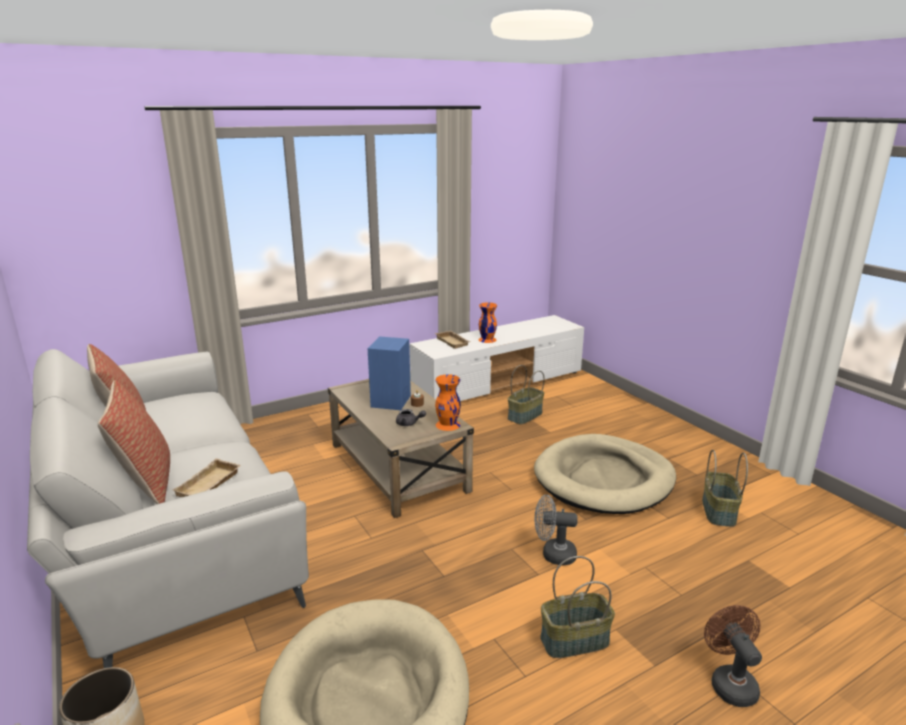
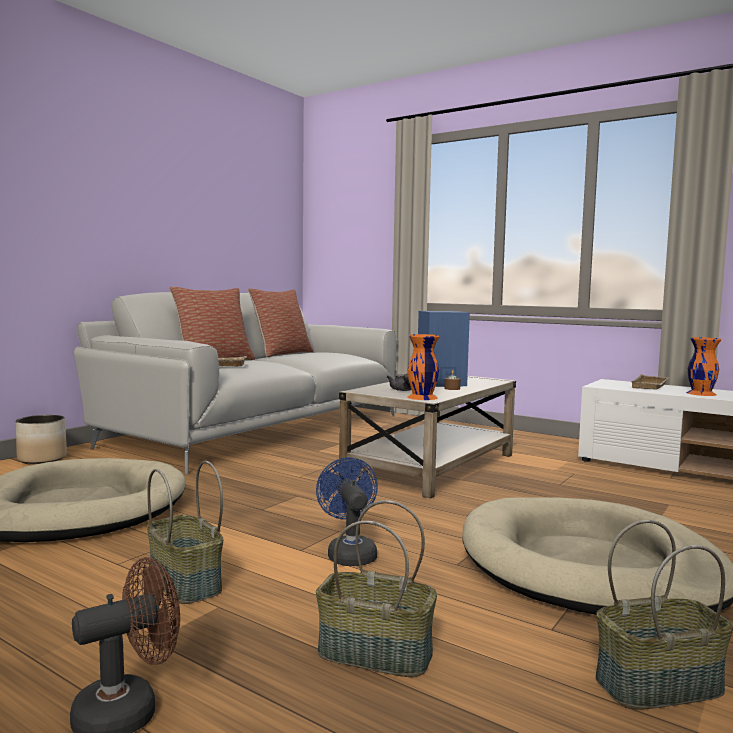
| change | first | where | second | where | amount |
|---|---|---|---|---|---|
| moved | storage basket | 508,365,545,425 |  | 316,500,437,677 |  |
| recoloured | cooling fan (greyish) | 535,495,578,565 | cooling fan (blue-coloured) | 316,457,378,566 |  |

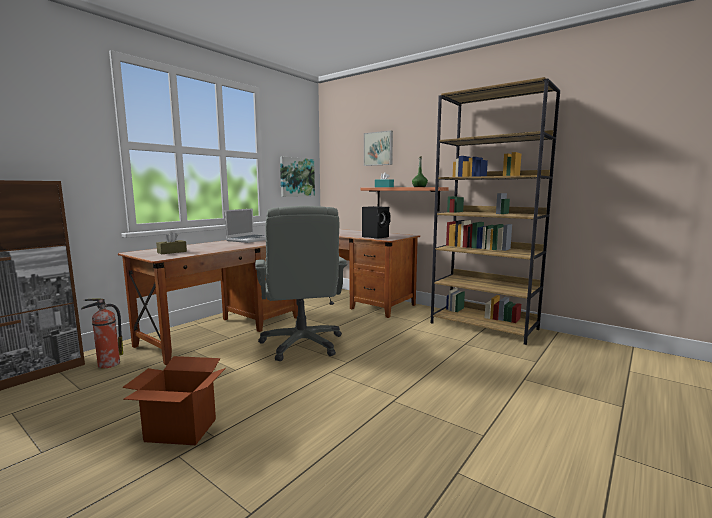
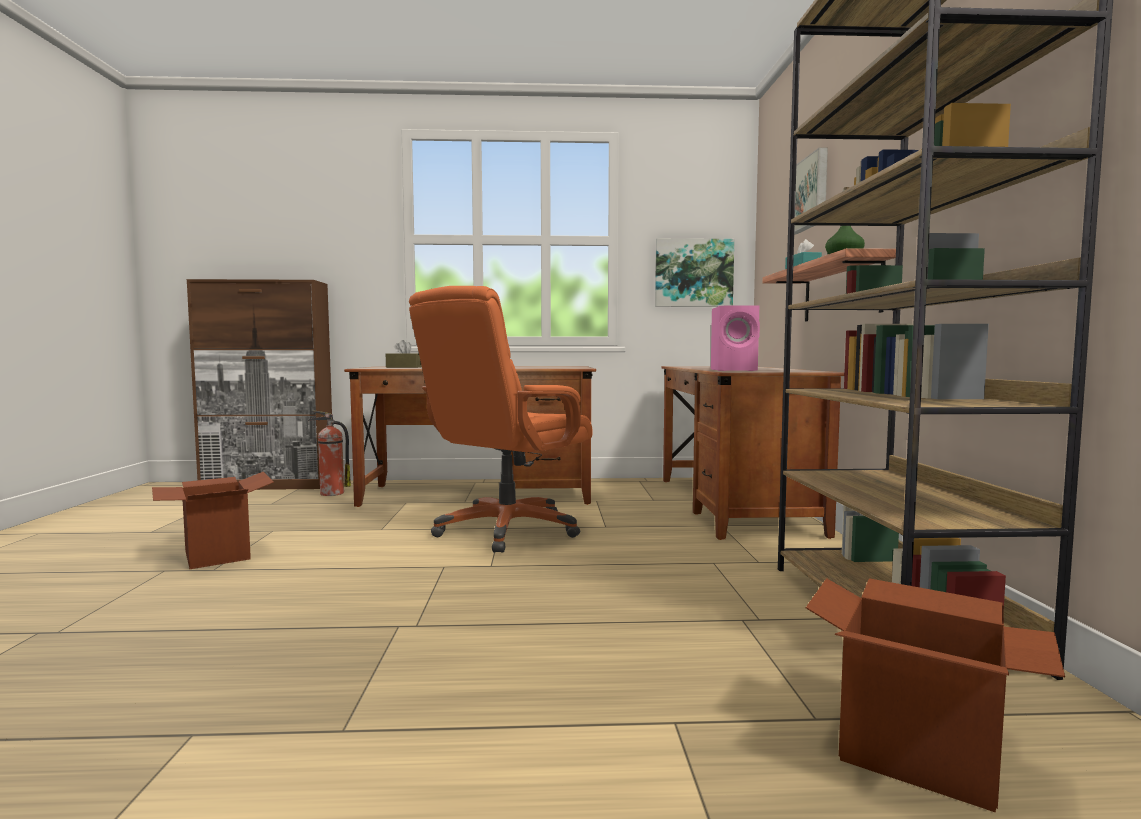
| change | first | where | second | where | amount |
|---|---|---|---|---|---|
| removed | portable computer | 225,209,266,243 |  |  |  |
| added |  |  | carton | 806,578,1065,813 |  |
| recoloured | computer chair (greyish) | 255,206,347,361 | computer chair (orangey) | 409,286,593,552 |  |
| recoloured | speaker (blackish) | 362,206,390,239 | speaker (pinkish) | 711,305,760,371 |  |

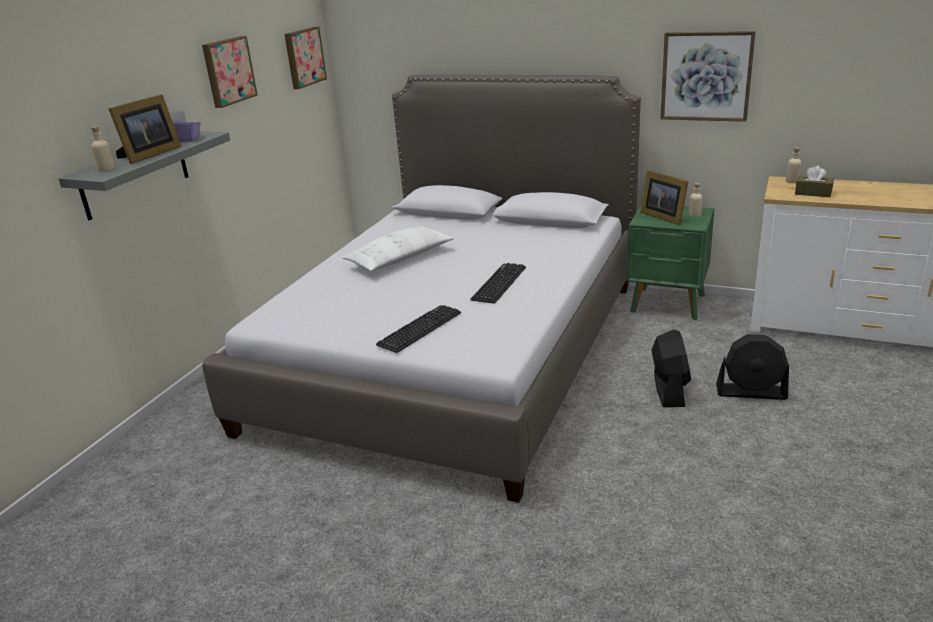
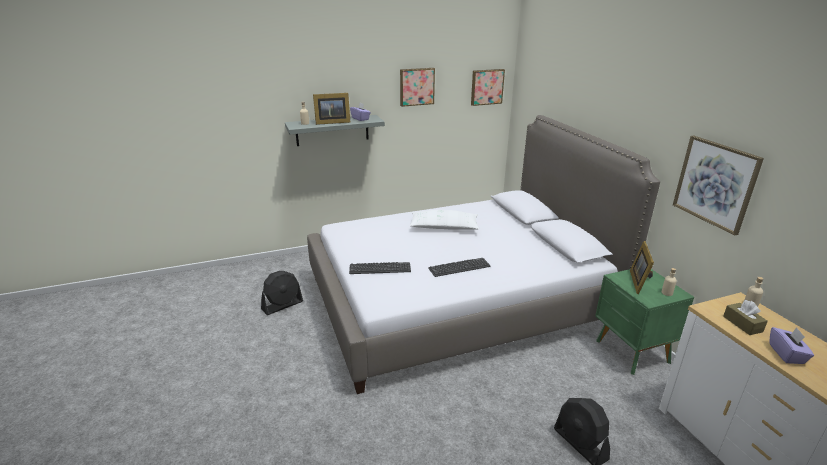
| change | first | where | second | where | amount |
|---|---|---|---|---|---|
| added |  |  | tissue holder (purple) | 769,327,814,364 |  |
| moved | cooling fan (blackish) | 651,329,691,407 |  | 261,271,303,315 |  |

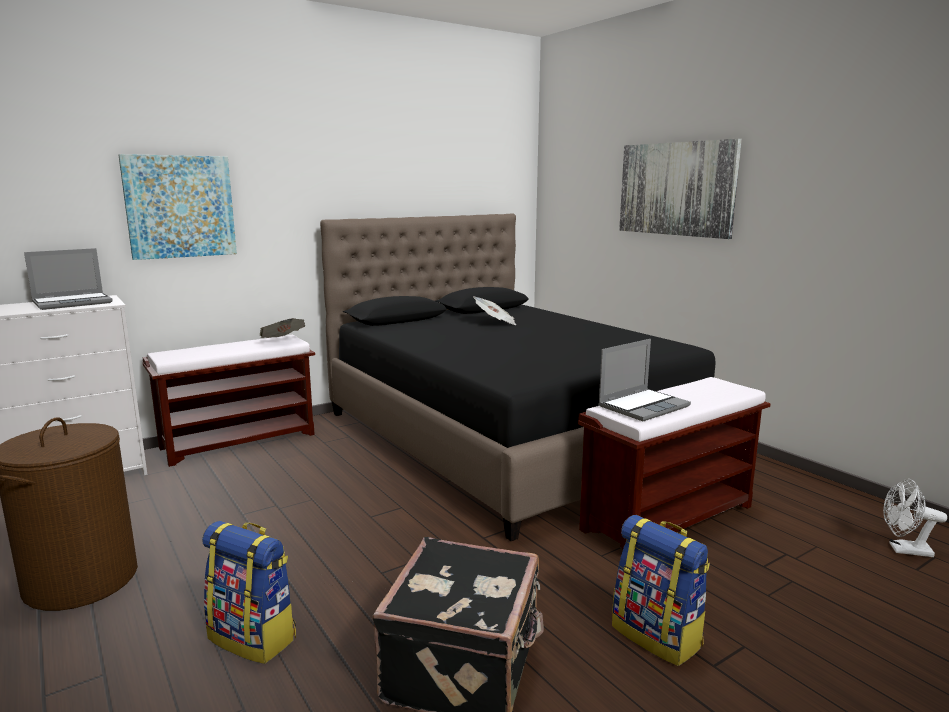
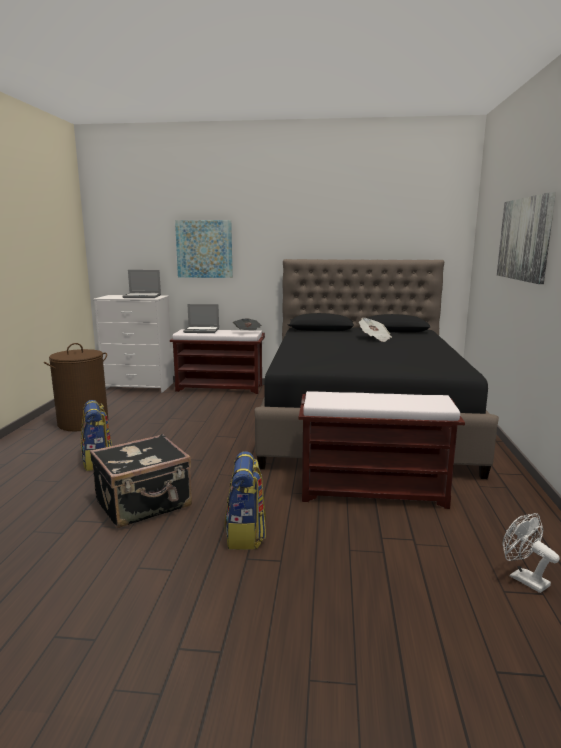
| change | first | where | second | where | amount |
|---|---|---|---|---|---|
| moved | portable computer | 598,339,691,421 |  | 183,304,219,333 |  |

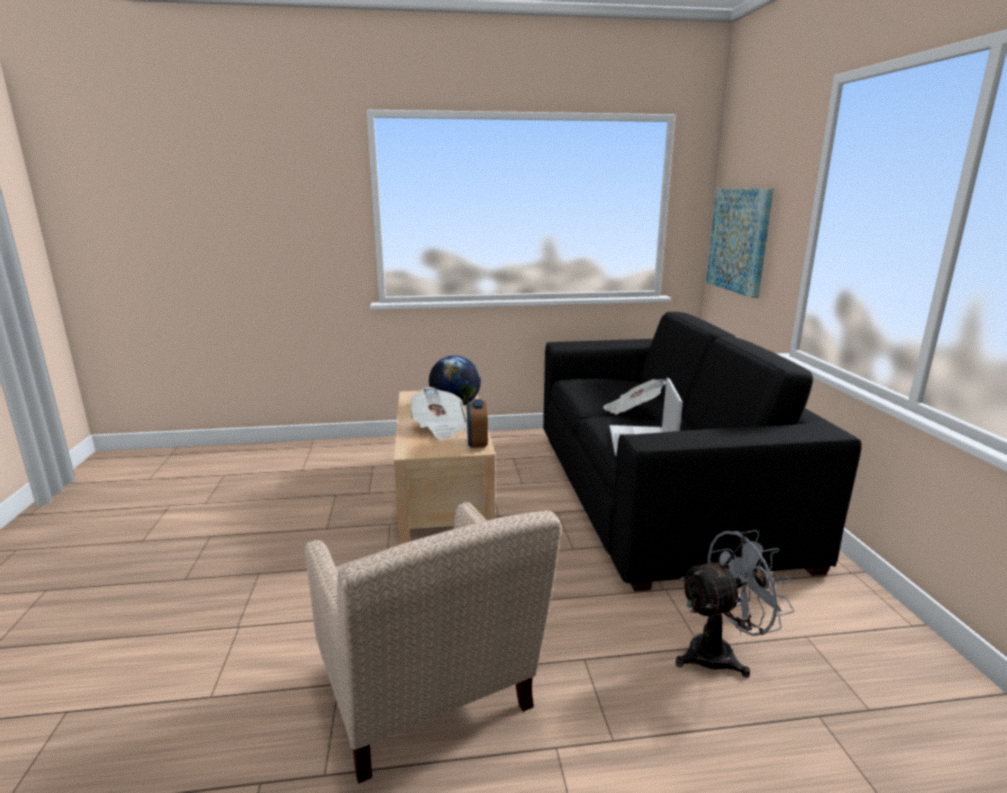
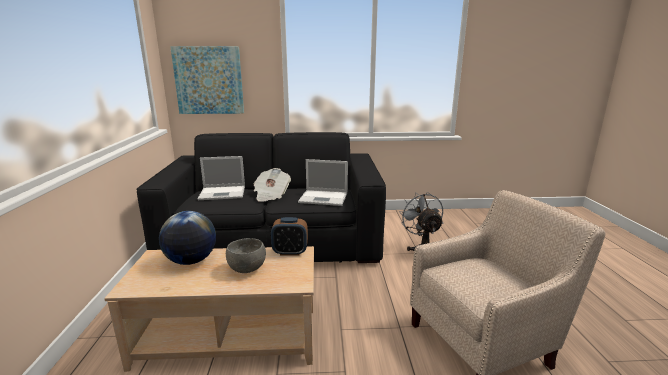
| change | first | where | second | where | amount |
|---|---|---|---|---|---|
| added |  |  | portable computer | 198,156,245,200 |  |
| replaced | daily paper | 410,387,467,440 | serving bowl (greyish) | 226,238,266,273 |  |

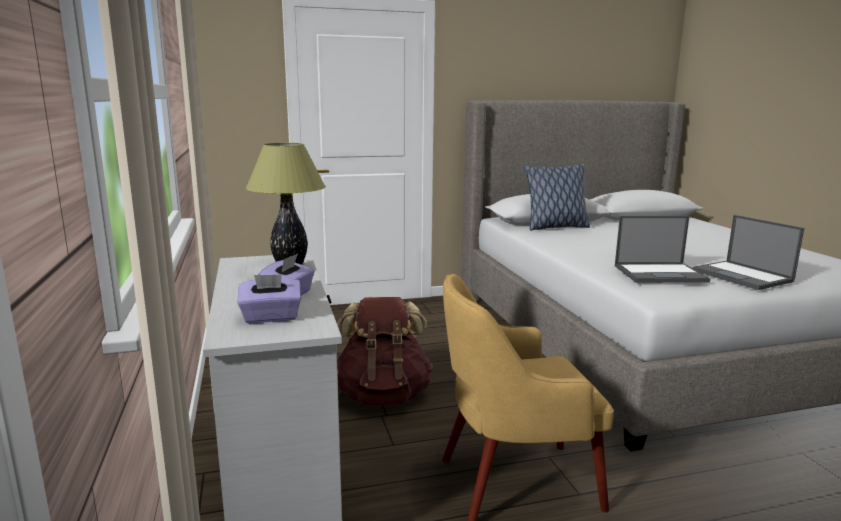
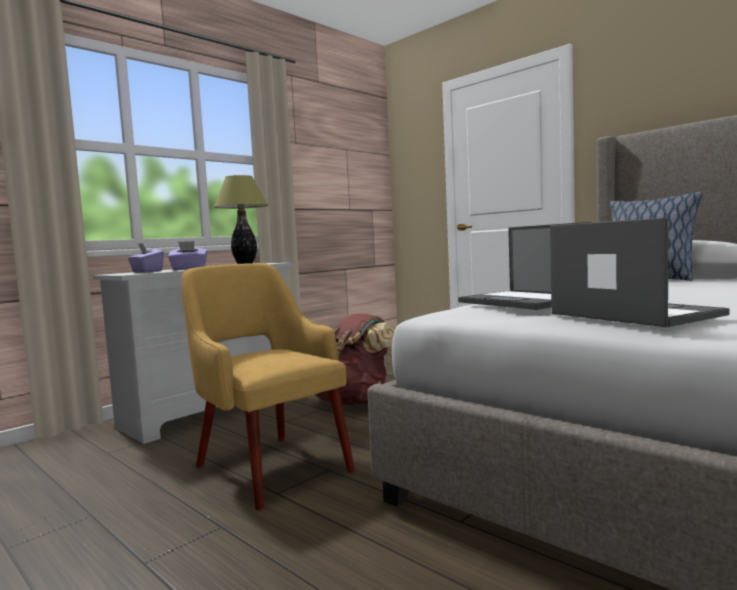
| change | first | where | second | where | amount |
|---|---|---|---|---|---|
| turned | portable computer | 692,215,804,290 |  | 550,217,730,327 | 120 degrees clockwise |

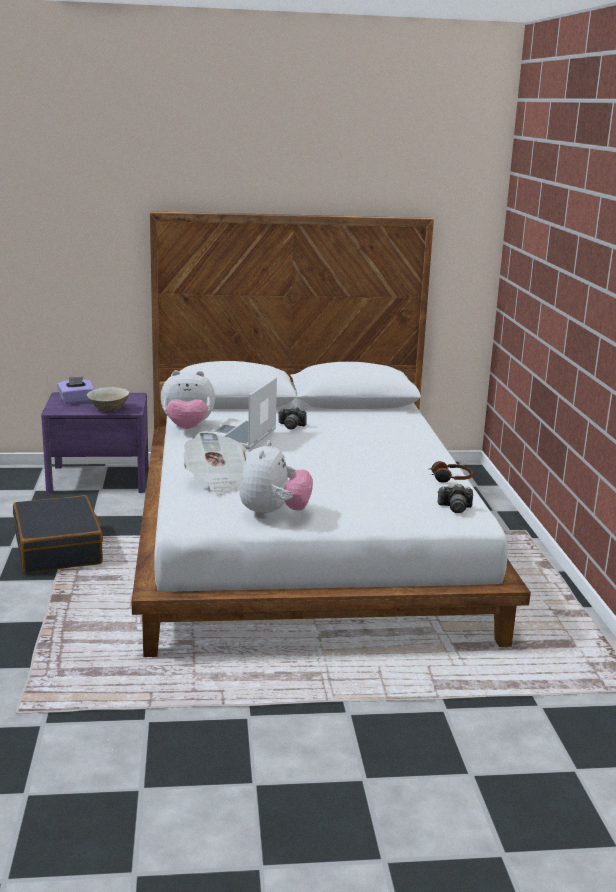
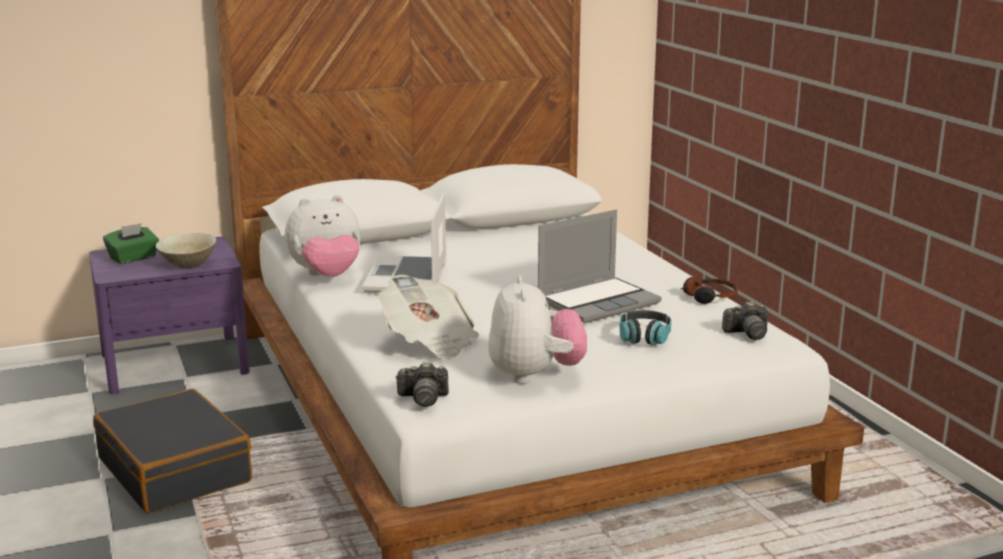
| change | first | where | second | where | amount |
|---|---|---|---|---|---|
| added |  |  | portable computer | 538,209,662,323 |  |
| added |  |  | headset | 620,310,671,345 |  |
| moved | photo camera | 278,407,306,429 |  | 395,362,449,407 |  |
| recoloured | tissue holder (purple) | 57,377,94,404 | tissue holder (green-coloured) | 103,223,159,264 |  |

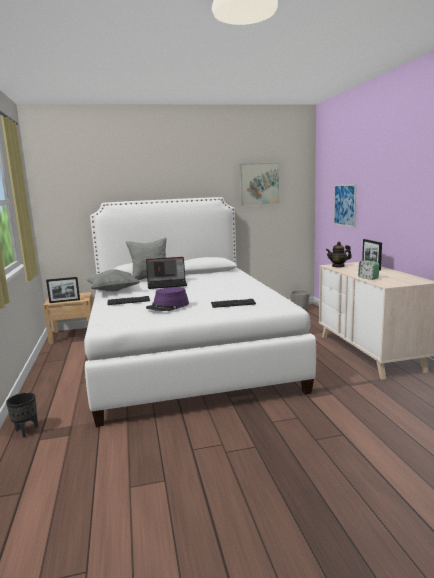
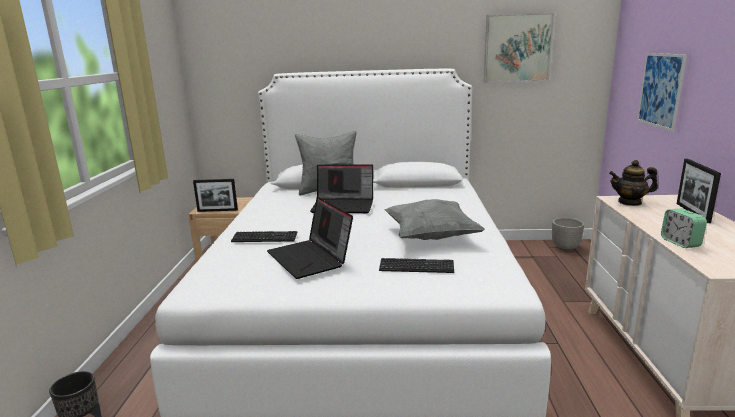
| change | first | where | second | where | amount |
|---|---|---|---|---|---|
| moved | throw pillow (greyish) | 86,269,140,292 |  | 384,199,485,240 |  |
| replaced | clothing hat (purple) | 146,287,189,311 | portable computer | 267,197,353,279 |  |

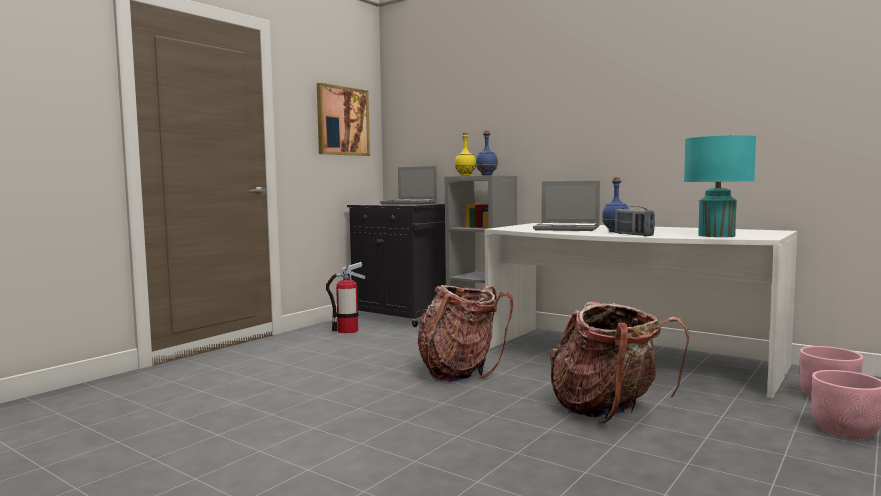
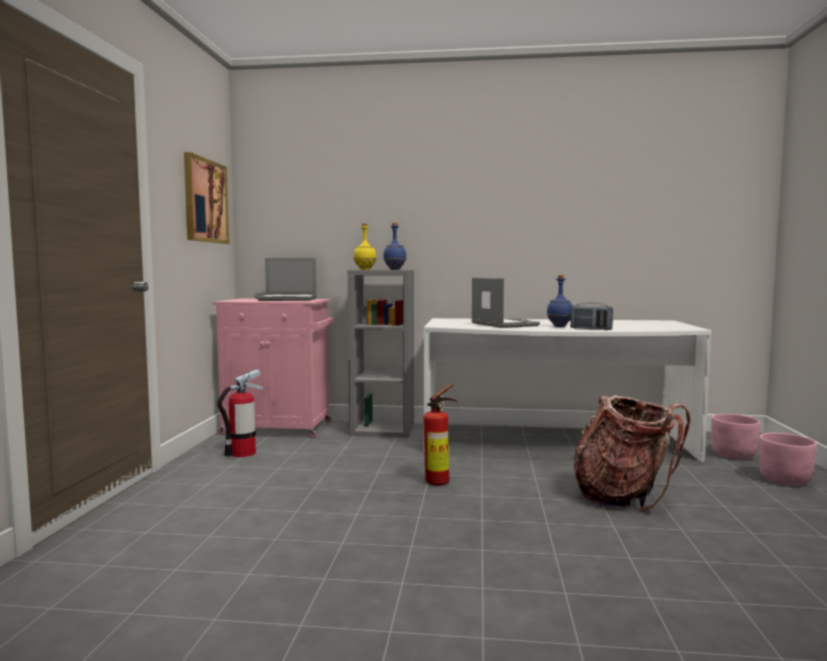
| change | first | where | second | where | amount |
|---|---|---|---|---|---|
| removed | tabletop lamp (blue-green) | 684,135,756,237 |  |  |  |
| replaced | backpack | 418,285,513,382 | fire-fighting cylinder | 424,384,457,485 |  |
| recoloured | cupboard (blackish) | 347,203,446,327 | cupboard (pinkish) | 213,299,334,438 |  |
| turned | portable computer | 533,181,600,231 |  | 471,277,540,328 | 105 degrees counterclockwise |

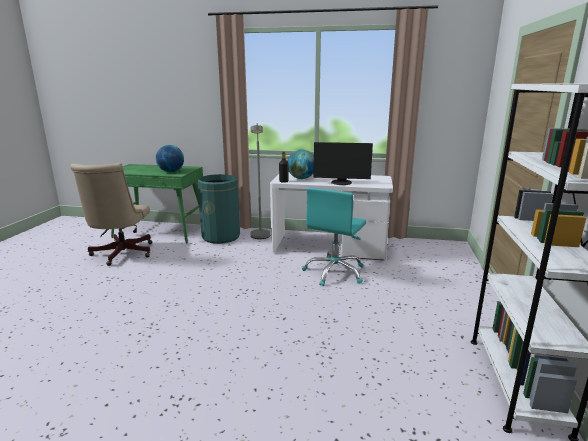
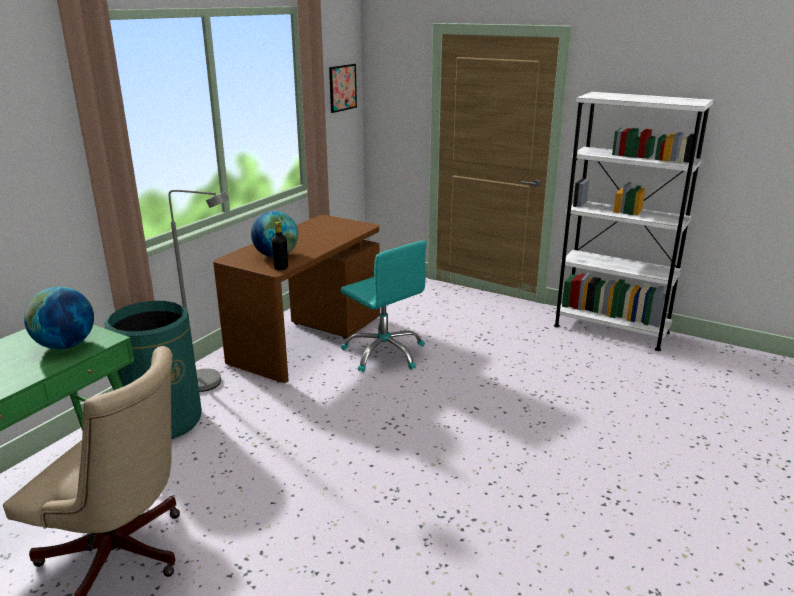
| change | first | where | second | where | amount |
|---|---|---|---|---|---|
| removed | computer screen | 314,142,373,185 |  |  |  |
| added |  |  | wall picture | 329,64,357,113 |  |
| recoloured | desk unit (whitish) | 270,172,393,260 | desk unit (brown-coloured) | 213,215,380,383 |  |

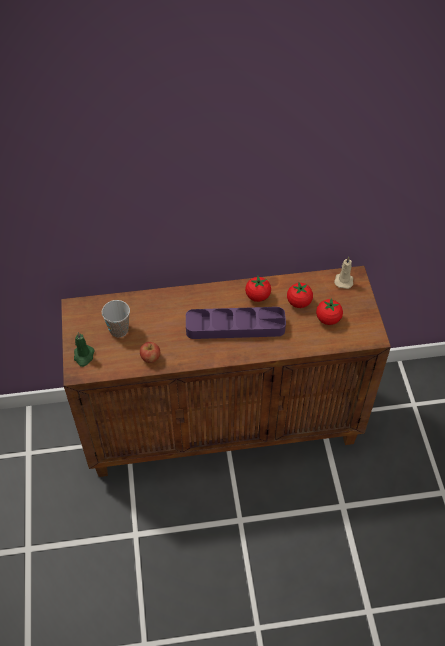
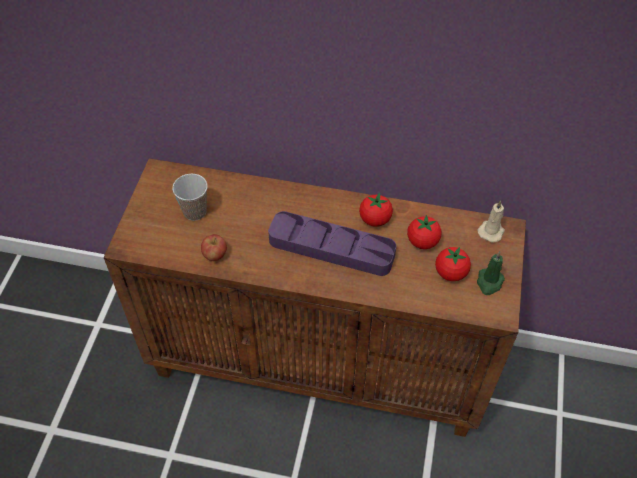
| change | first | where | second | where | amount |
|---|---|---|---|---|---|
| moved | wax candle (green-coloured) | 74,332,95,367 |  | 477,251,505,295 |  |

